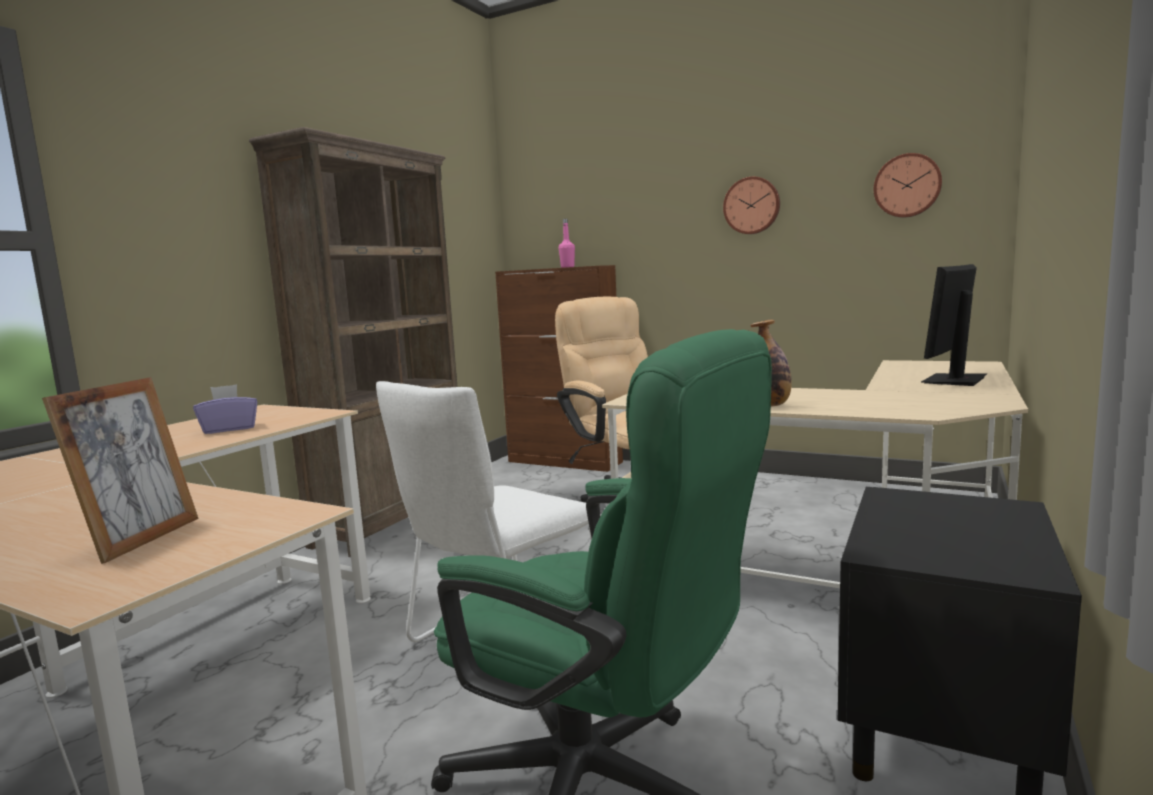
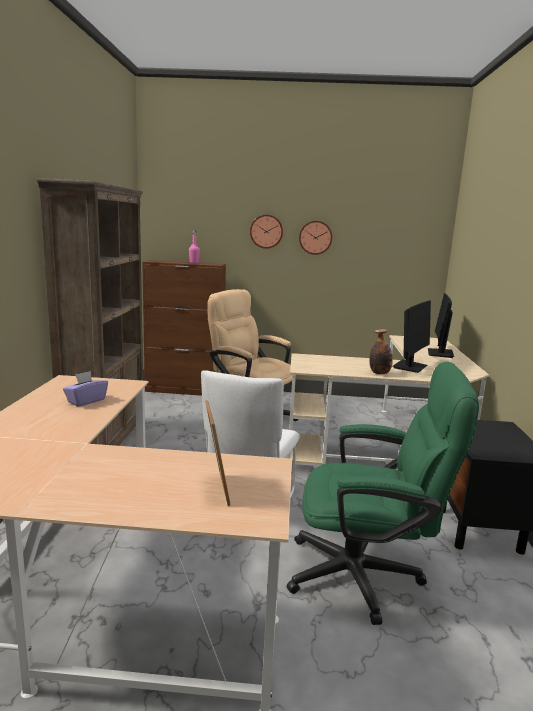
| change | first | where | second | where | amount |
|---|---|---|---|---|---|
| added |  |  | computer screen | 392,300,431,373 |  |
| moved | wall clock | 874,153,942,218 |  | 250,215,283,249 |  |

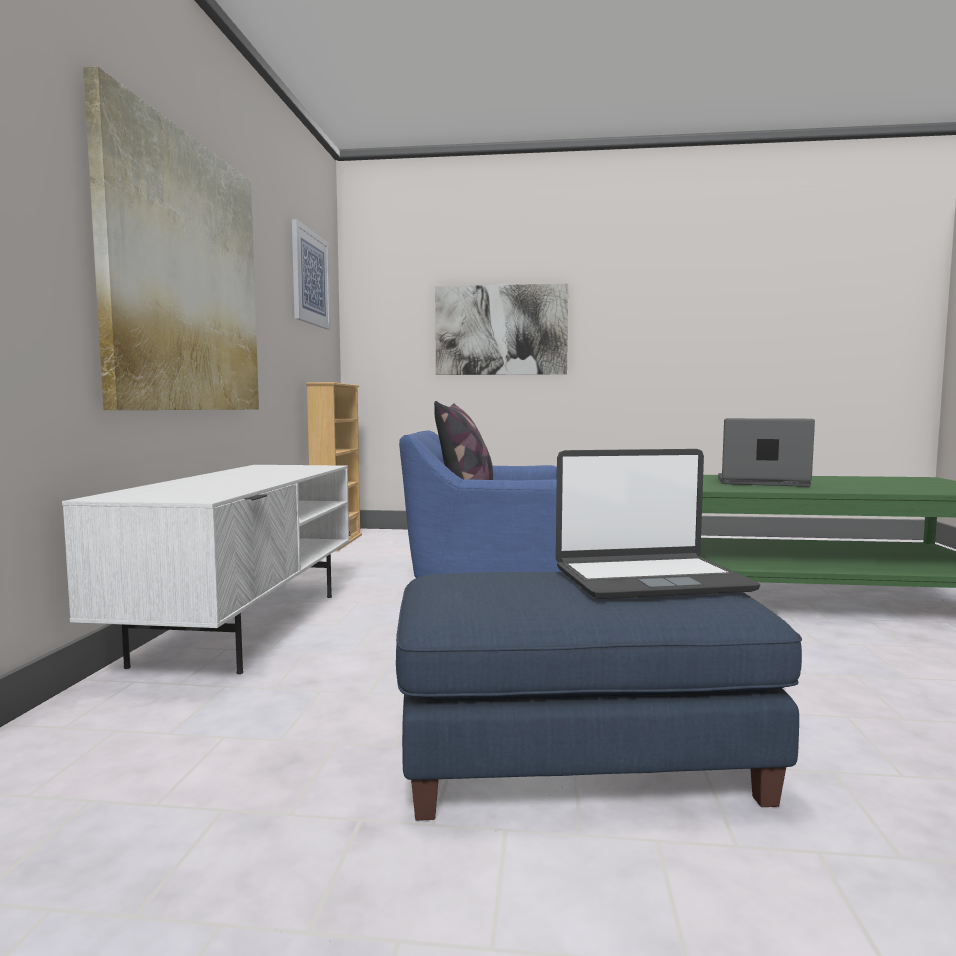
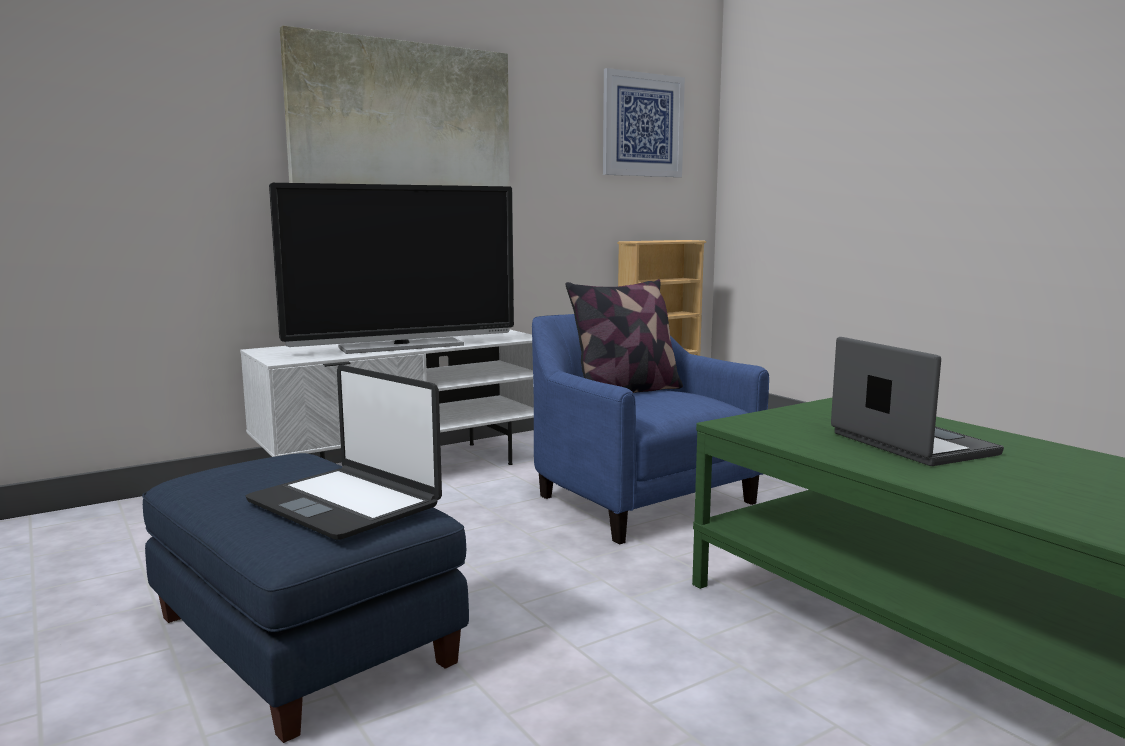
| change | first | where | second | where | amount |
|---|---|---|---|---|---|
| removed | wall picture | 435,284,568,375 |  |  |  |
| added |  |  | TV set | 269,183,514,354 |  |

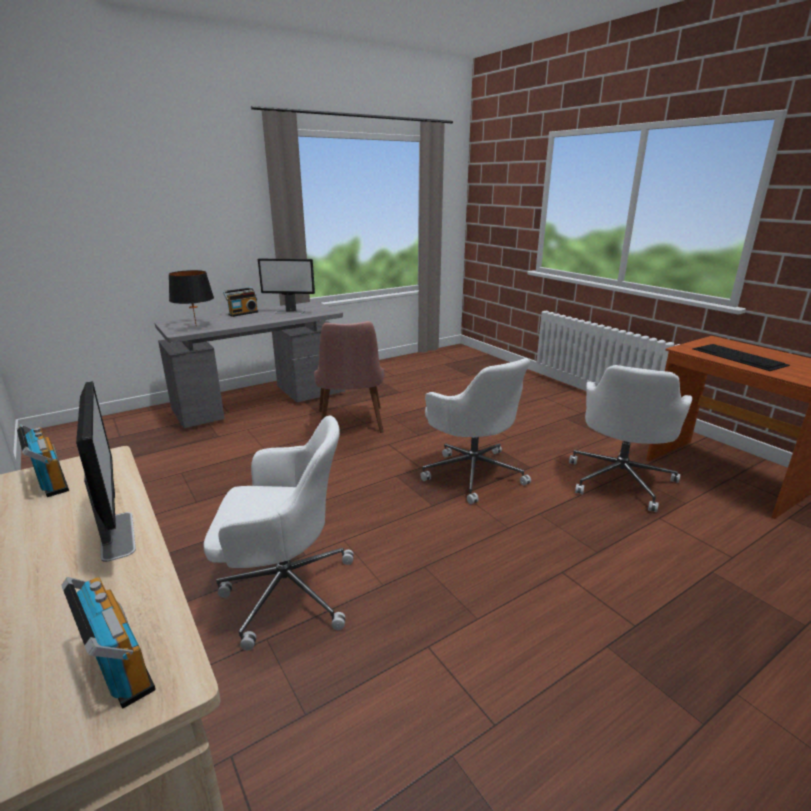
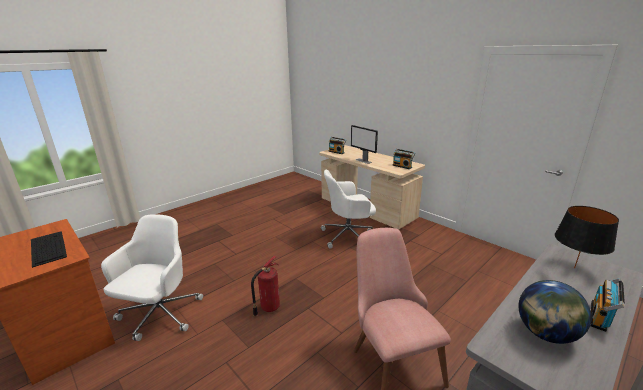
| change | first | where | second | where | amount |
|---|---|---|---|---|---|
| replaced | computer screen | 258,259,315,314 | world globe | 518,280,592,344 |  |
| replaced | computer chair (whitish) | 420,358,531,504 | fire-fighting cylinder | 251,256,280,316 |  |

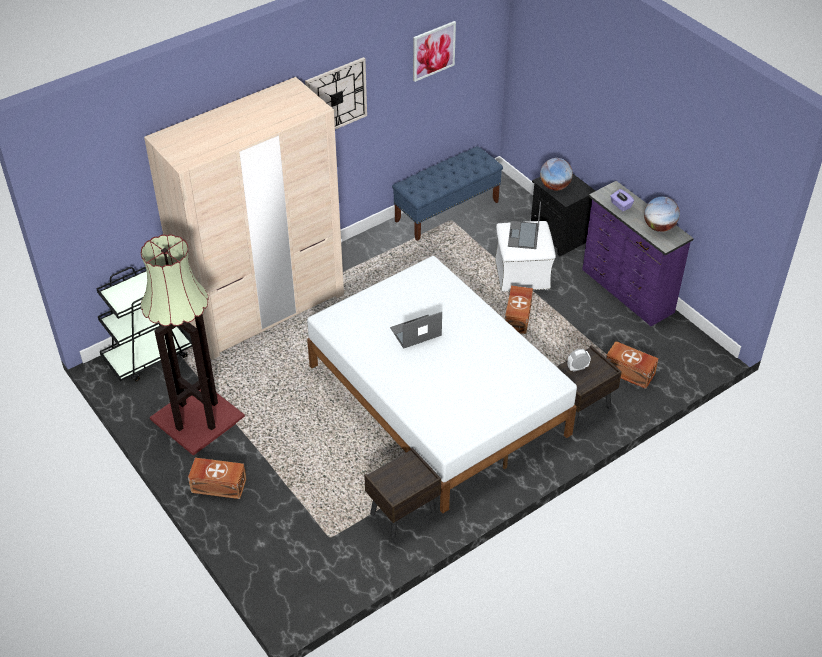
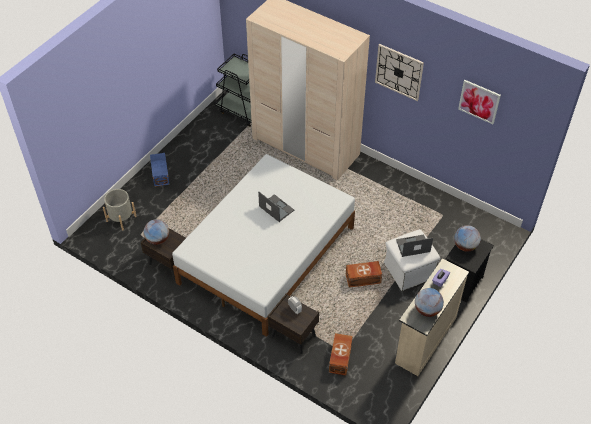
| change | first | where | second | where | amount |
|---|---|---|---|---|---|
| removed | standard lamp | 141,234,245,456 |  |  |  |
| removed | long seat (blue-coloured) | 392,146,503,241 |  |  |  |
| added |  |  | plant pot (greyish) | 103,189,137,231 |  |
| added |  |  | world globe | 144,219,169,245 |  |
| recoloured | storage bin (brown-coloured) | 188,458,246,499 | storage bin (blue-coloured) | 150,153,170,187 |  |
| recoloured | chest of drawers (purple) | 582,181,694,326 | chest of drawers (beige) | 395,258,469,376 |  |

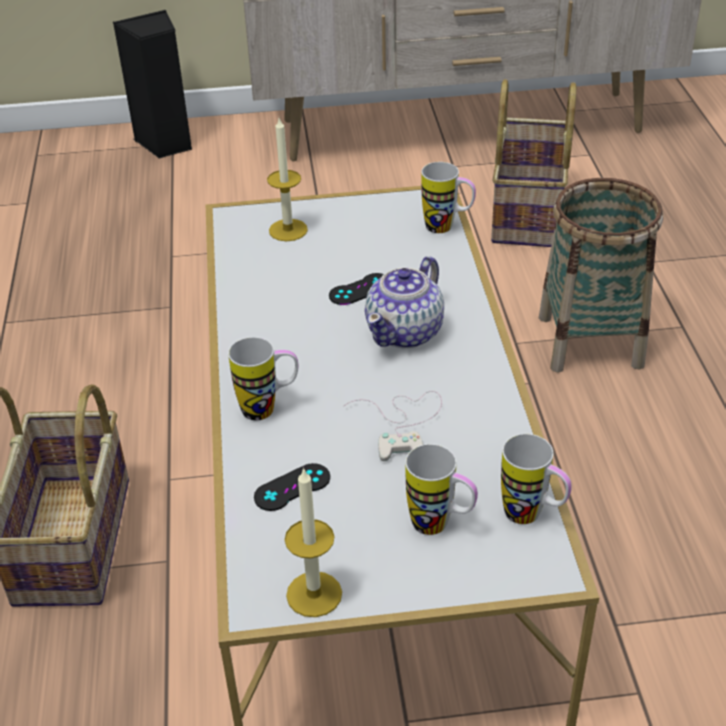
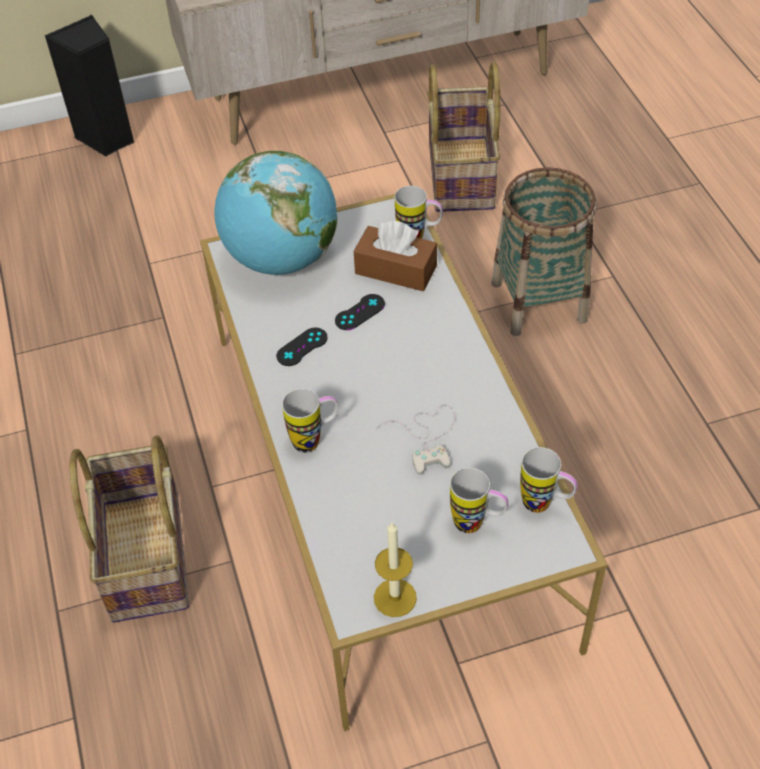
| change | first | where | second | where | amount |
|---|---|---|---|---|---|
| removed | pot for tea | 365,256,444,349 |  |  |  |
| added |  |  | tissue holder (brown-coloured) | 354,221,437,291 |  |
| moved | game controller (blackish) | 254,463,330,511 |  | 276,328,328,366 |  |
| replaced | wax candle | 267,118,308,241 | world globe | 214,151,337,275 |  |

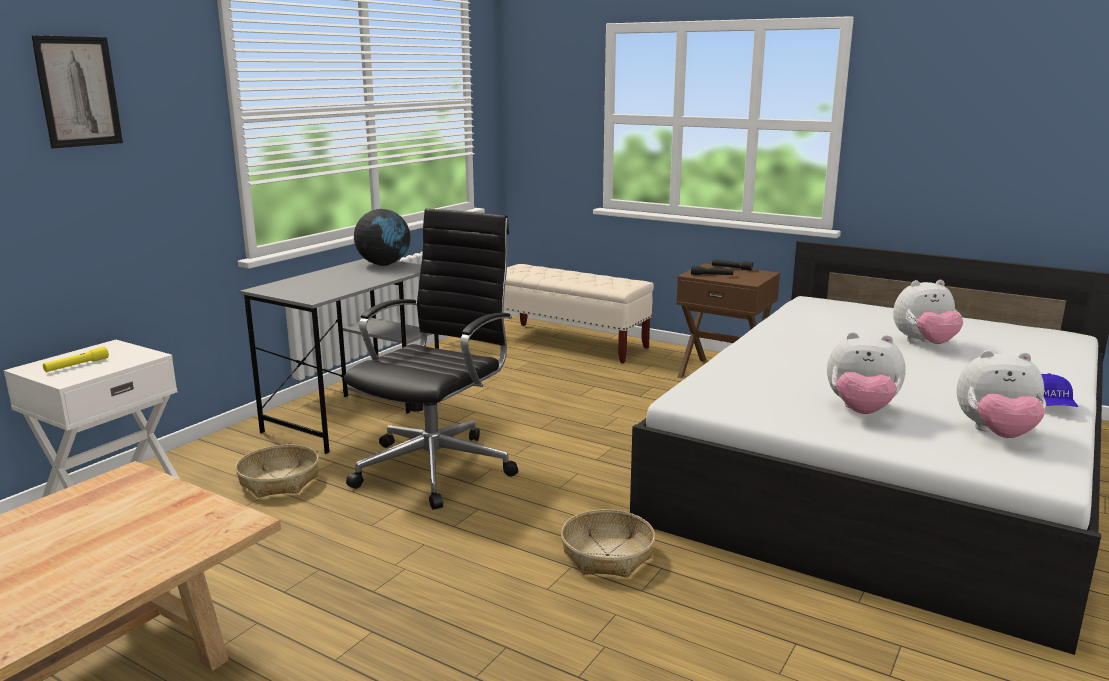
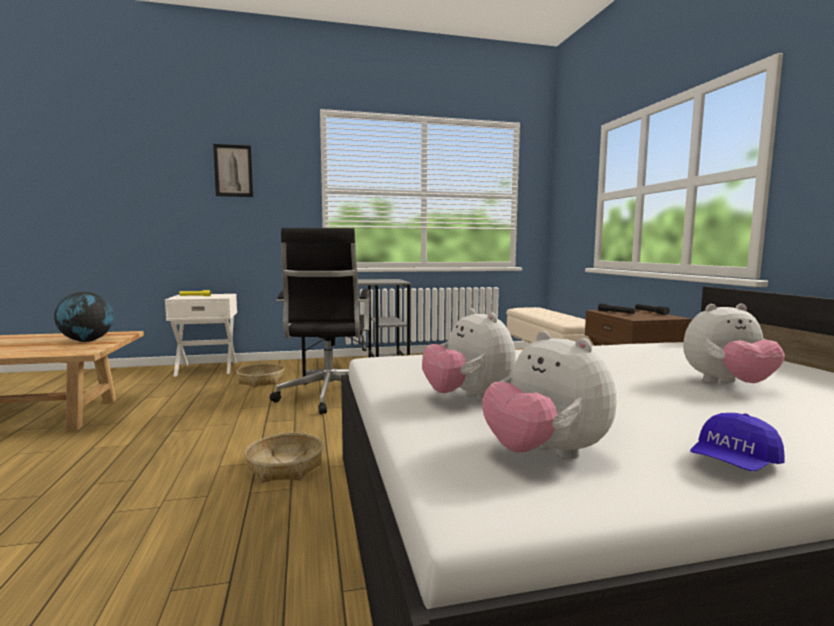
| change | first | where | second | where | amount |
|---|---|---|---|---|---|
| moved | world globe | 354,209,411,266 |  | 54,292,114,342 |  |
| turned | computer chair (blackish) | 344,209,518,510 |  | 270,228,370,414 | 105 degrees clockwise |
| turned | plush toy | 893,280,963,344 |  | 683,304,785,383 | 45 degrees counterclockwise |

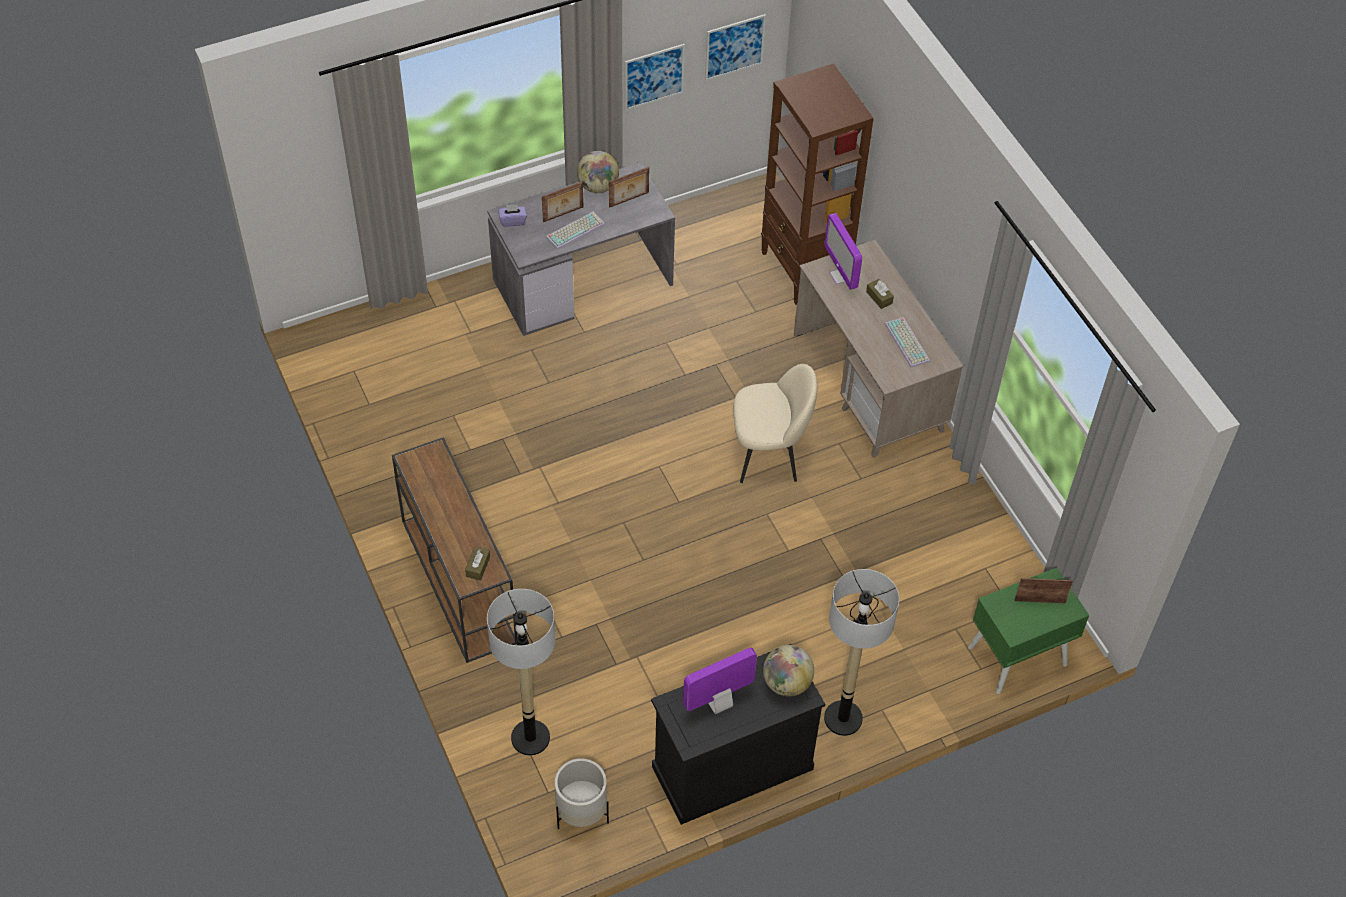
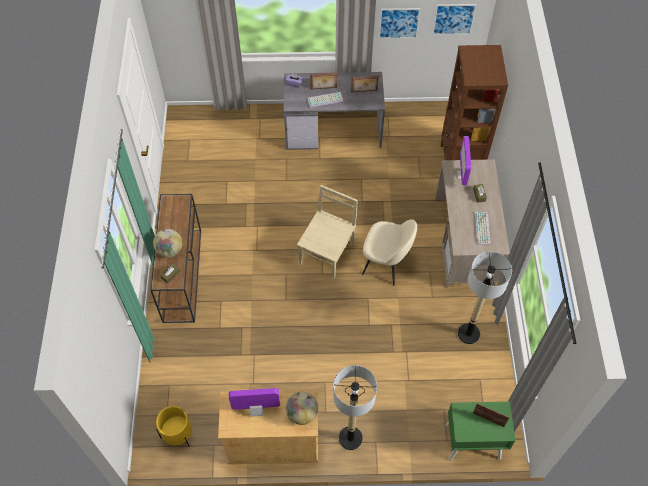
| change | first | where | second | where | amount |
|---|---|---|---|---|---|
| added |  |  | chair (beige) | 297,185,358,279 |  |
| moved | standard lamp | 487,589,555,756 |  | 458,251,512,344 |  |
| moved | world globe | 577,151,619,193 |  | 153,229,182,258 |  |
| recoloured | plant pot (whitish) | 555,758,609,829 | plant pot (yellow) | 156,406,192,447 |  |
| recoloured | cupboard (blackish) | 651,644,825,825 | cupboard (beige) | 218,390,318,465 |  |

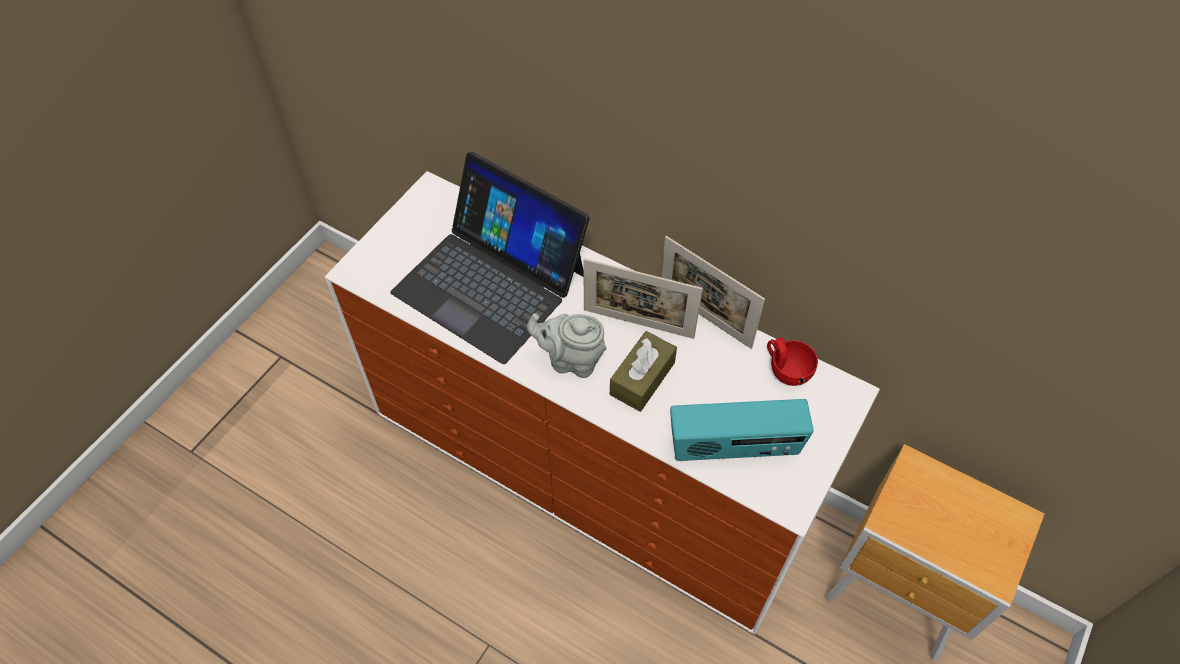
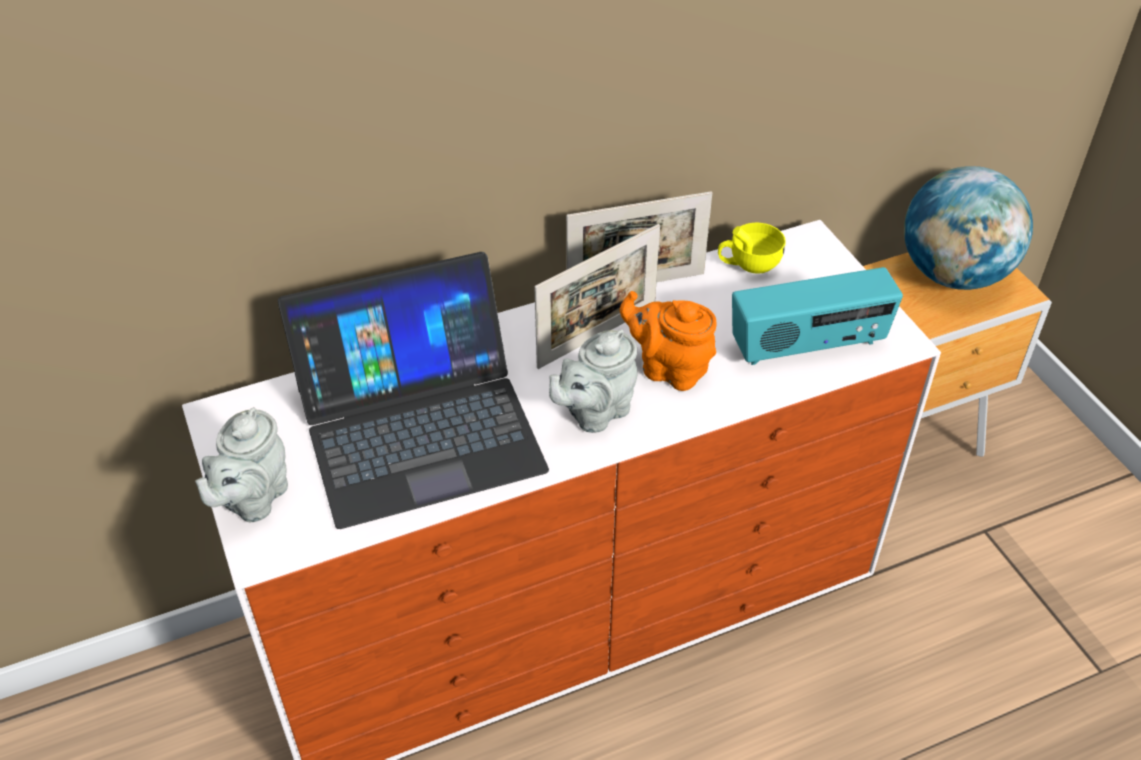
| change | first | where | second | where | amount |
|---|---|---|---|---|---|
| added |  |  | pot for tea (greyish) | 195,407,288,522 |  |
| added |  |  | world globe | 904,166,1033,290 |  |
| replaced | tissue holder (brown-coloured) | 610,331,677,412 | pot for tea (orangey) | 620,291,717,391 |  |
| recoloured | drinking cup (red-coloured) | 767,337,818,386 | drinking cup (yellow) | 718,223,786,274 |  |
| turned | radio | 670,399,814,461 |  | 732,267,903,365 | 45 degrees clockwise |

